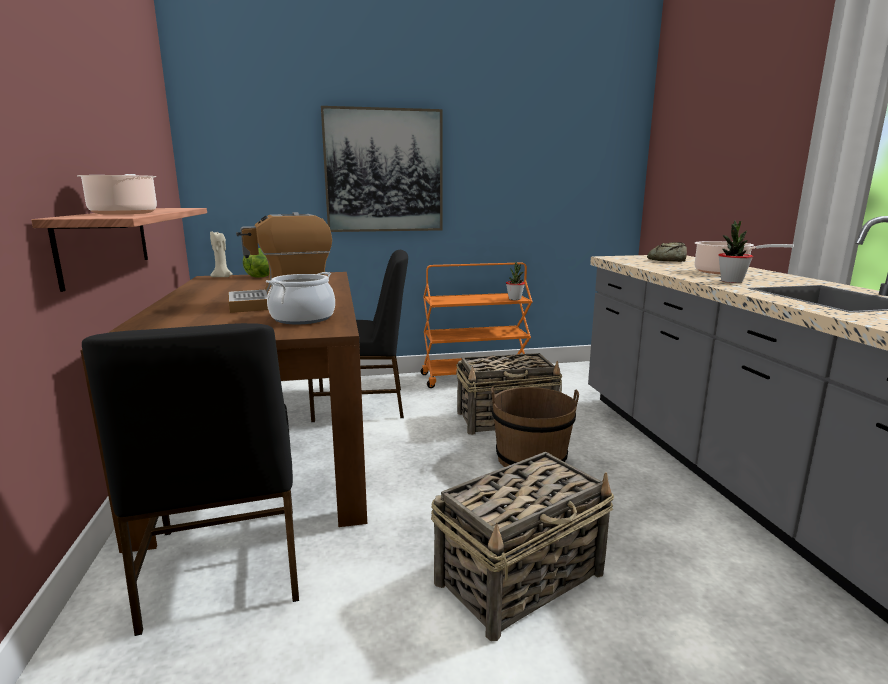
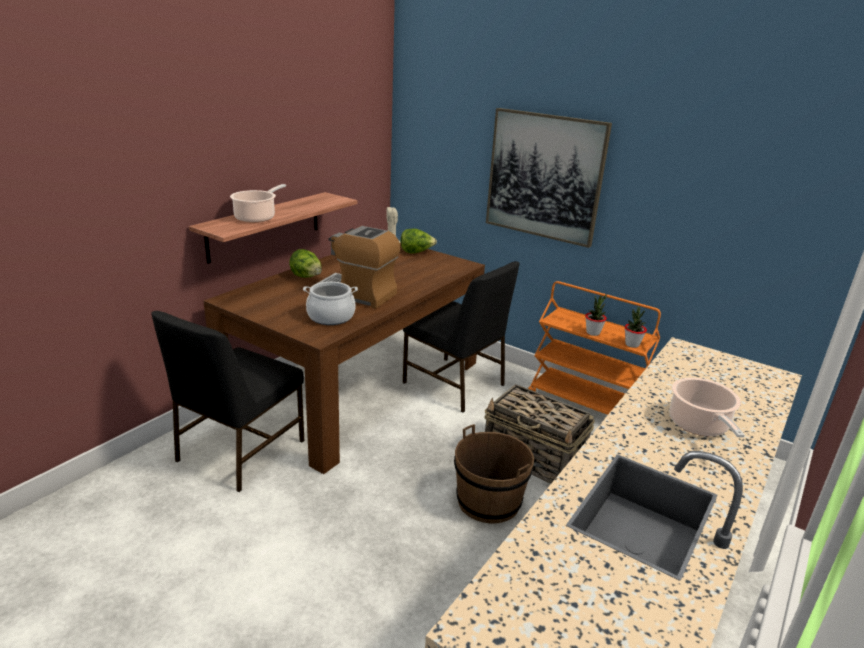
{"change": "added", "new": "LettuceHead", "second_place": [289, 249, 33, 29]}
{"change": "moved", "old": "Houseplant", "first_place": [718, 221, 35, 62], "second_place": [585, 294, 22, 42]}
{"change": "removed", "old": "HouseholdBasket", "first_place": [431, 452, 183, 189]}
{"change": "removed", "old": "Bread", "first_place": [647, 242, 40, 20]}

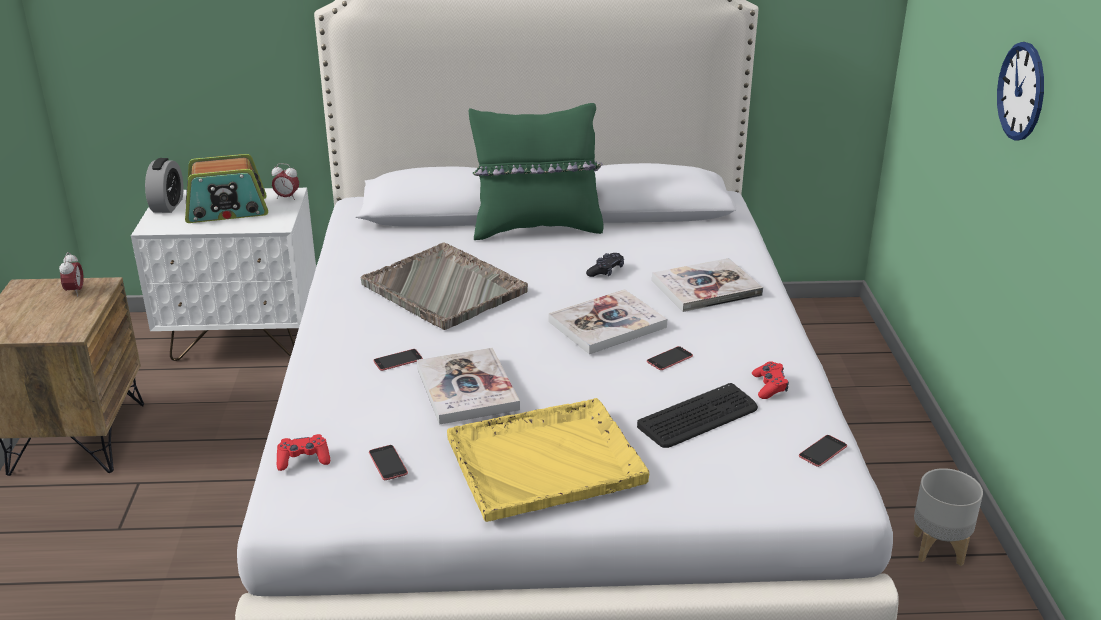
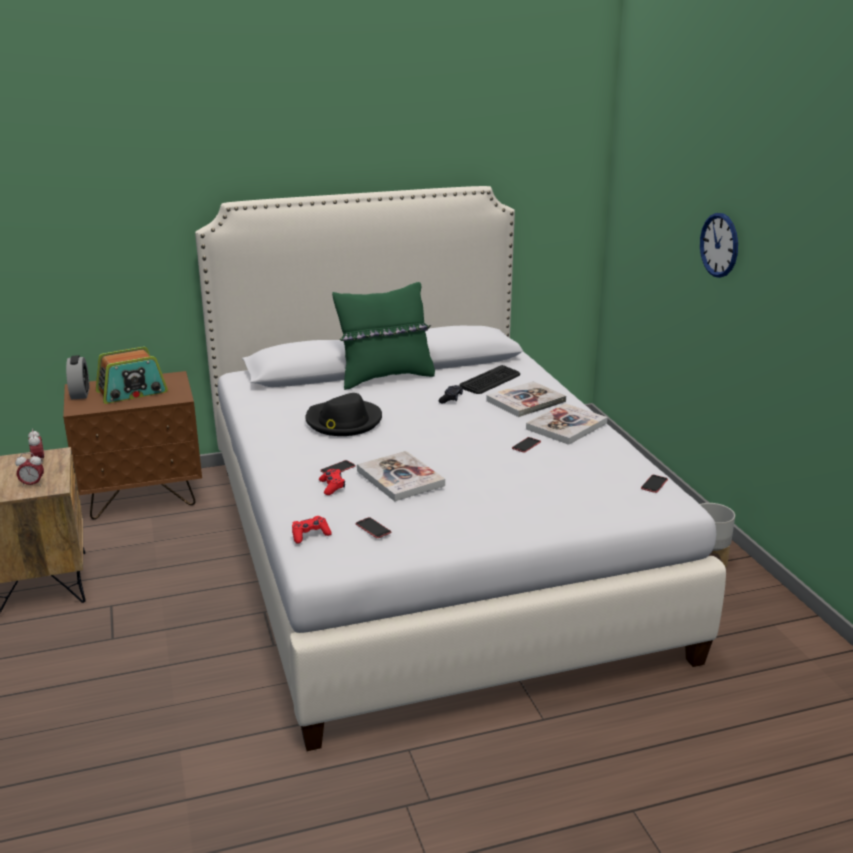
{"change": "moved", "old": "TableClock", "first_place": [272, 163, 27, 37], "second_place": [15, 453, 29, 34]}
{"change": "recoloured", "old": "WhiteBedsideTable", "new": "BrownColouredBedsideTable", "first_place": [131, 188, 185, 173], "second_place": [63, 371, 139, 148]}
{"change": "replaced", "old": "GreyishTray", "new": "BlackishClothingHat", "first_place": [361, 243, 167, 87], "second_place": [305, 393, 77, 43]}
{"change": "moved", "old": "RedGameController", "first_place": [752, 361, 37, 38], "second_place": [319, 469, 26, 26]}
{"change": "moved", "old": "Keyboard", "first_place": [637, 383, 121, 65], "second_place": [460, 365, 60, 29]}
{"change": "moved", "old": "Volume", "first_place": [549, 289, 118, 65], "second_place": [526, 403, 82, 42]}
{"change": "removed", "old": "YellowColouredTray", "first_place": [447, 398, 202, 124]}

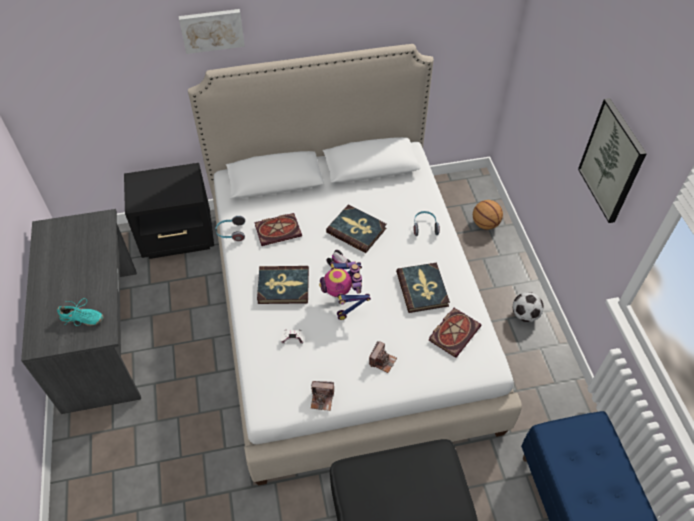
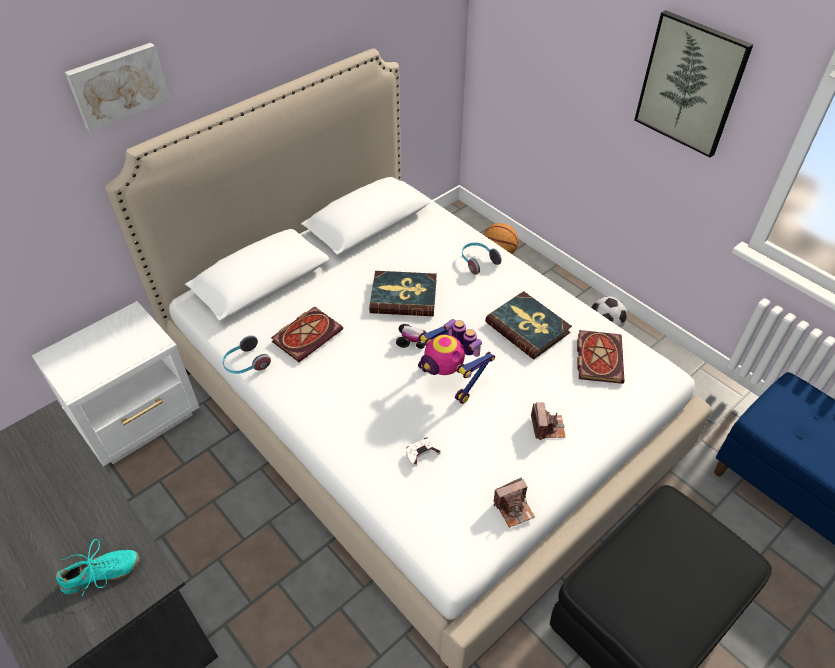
{"change": "recoloured", "old": "BlackishBedsideTable", "new": "WhiteBedsideTable", "first_place": [124, 163, 90, 96], "second_place": [32, 301, 168, 165]}
{"change": "removed", "old": "Volume", "first_place": [257, 266, 52, 38]}

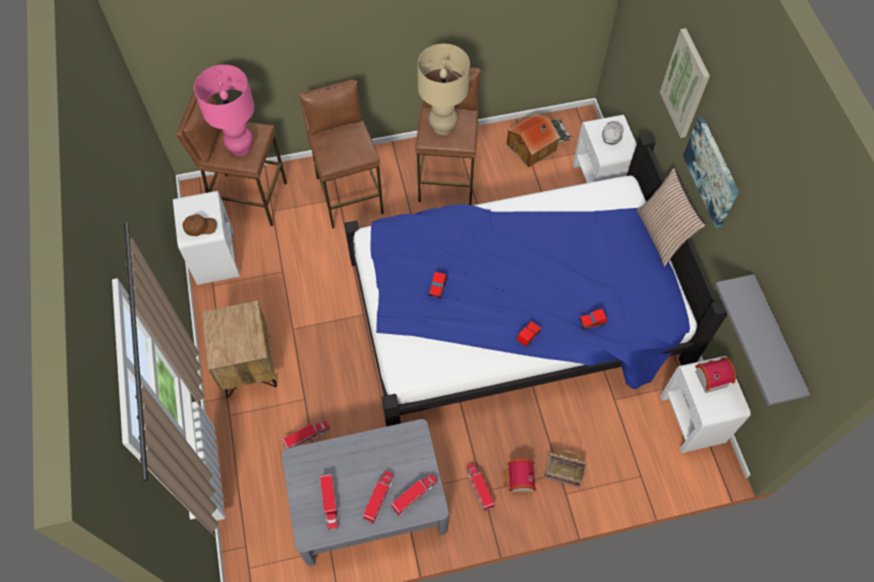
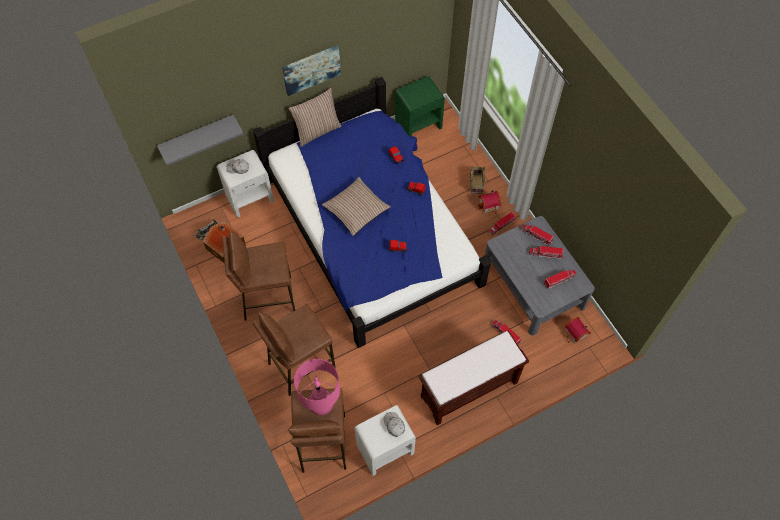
{"change": "moved", "old": "GreyishBracketShelf", "first_place": [715, 274, 95, 132], "second_place": [157, 115, 87, 51]}
{"change": "added", "new": "Cushion", "second_place": [322, 177, 69, 59]}
{"change": "recoloured", "old": "BrownColouredCap", "new": "WhiteCap", "first_place": [183, 214, 34, 22], "second_place": [384, 412, 21, 25]}
{"change": "recoloured", "old": "WhiteBedsideTable", "new": "GreenColouredBedsideTable", "first_place": [660, 356, 91, 97], "second_place": [395, 76, 50, 60]}
{"change": "replaced", "old": "BrownColouredBedsideTable", "new": "BrownColouredLongSeat", "first_place": [201, 300, 76, 97], "second_place": [418, 330, 111, 95]}
{"change": "moved", "old": "MiniatureHouse", "first_place": [695, 357, 41, 36], "second_place": [563, 317, 28, 26]}
{"change": "removed", "old": "BeigeTabletopLamp", "first_place": [417, 44, 53, 91]}
{"change": "removed", "old": "WallArt", "first_place": [660, 28, 50, 110]}

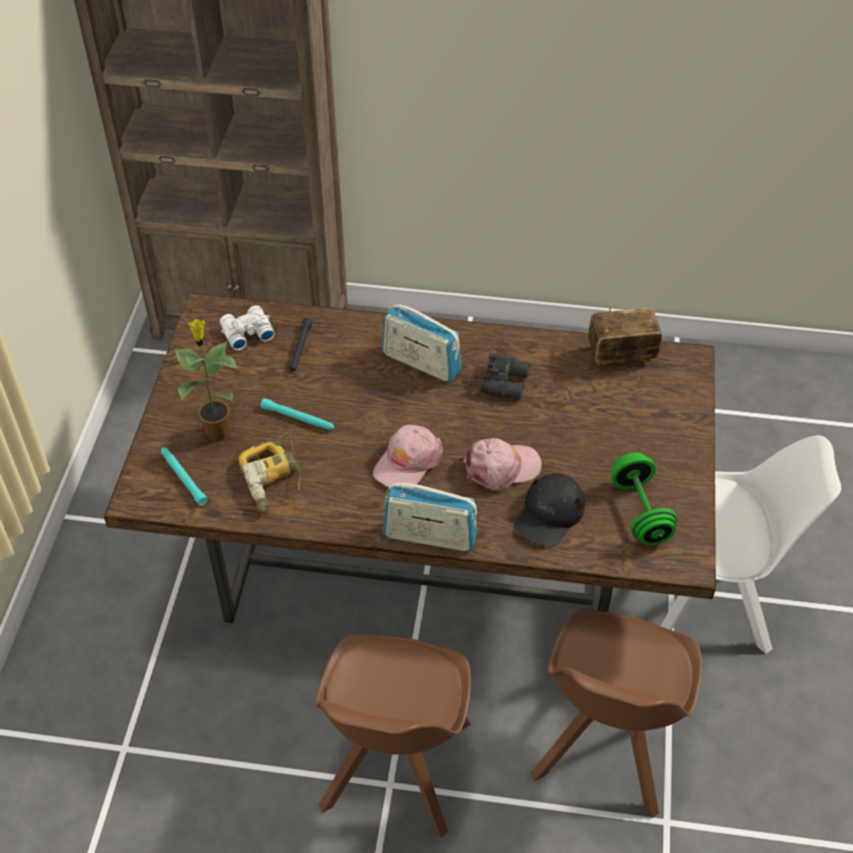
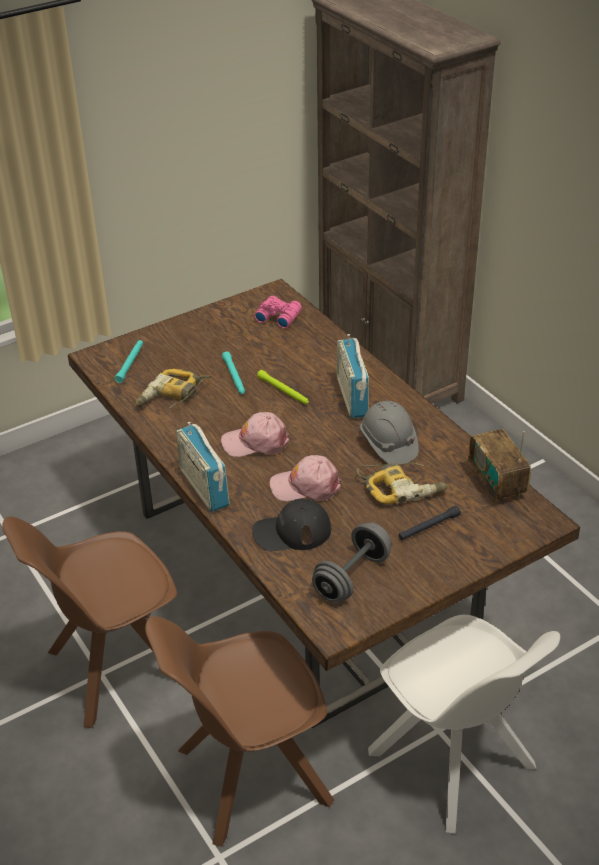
{"change": "recoloured", "old": "WhiteBinoculars", "new": "PinkColouredBinoculars", "first_place": [220, 305, 55, 45], "second_place": [254, 296, 48, 32]}
{"change": "added", "new": "GreenColouredFlashlight", "second_place": [257, 370, 52, 34]}
{"change": "turned", "old": "PinkColouredCap", "first_place": [463, 438, 79, 53], "second_place": [269, 455, 72, 46], "degrees": 150}
{"change": "recoloured", "old": "GreenColouredDumbbell", "new": "GreyishDumbbell", "first_place": [611, 453, 66, 92], "second_place": [312, 523, 79, 79]}
{"change": "added", "new": "ElectricDrill", "second_place": [356, 462, 92, 42]}
{"change": "replaced", "old": "BlackishBinoculars", "new": "GreyishWorkHelmet", "first_place": [481, 353, 49, 47], "second_place": [360, 401, 59, 63]}
{"change": "moved", "old": "BlackishFlashlight", "first_place": [289, 318, 23, 53], "second_place": [399, 505, 62, 35]}
{"change": "turned", "old": "Radio", "first_place": [588, 303, 74, 64], "second_place": [468, 429, 63, 75], "degrees": -150}
{"change": "removed", "old": "Houseplant", "first_place": [175, 319, 62, 122]}

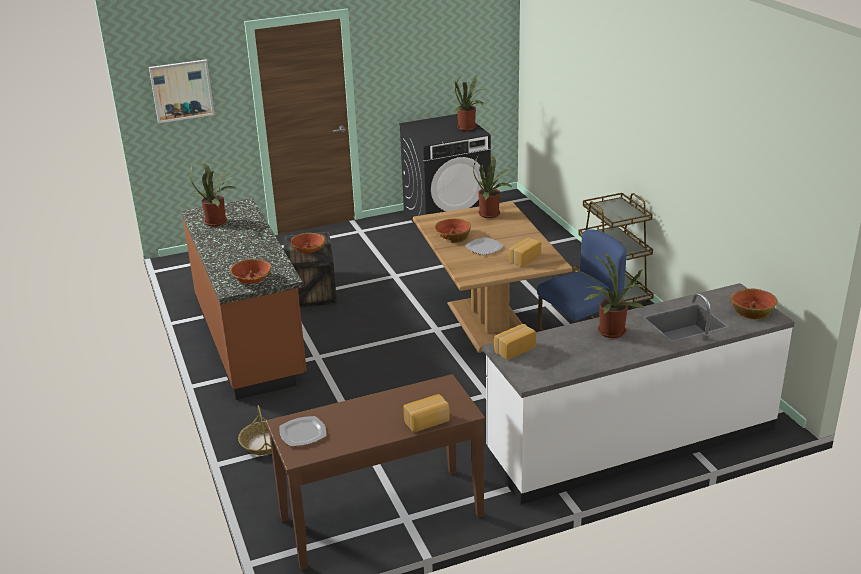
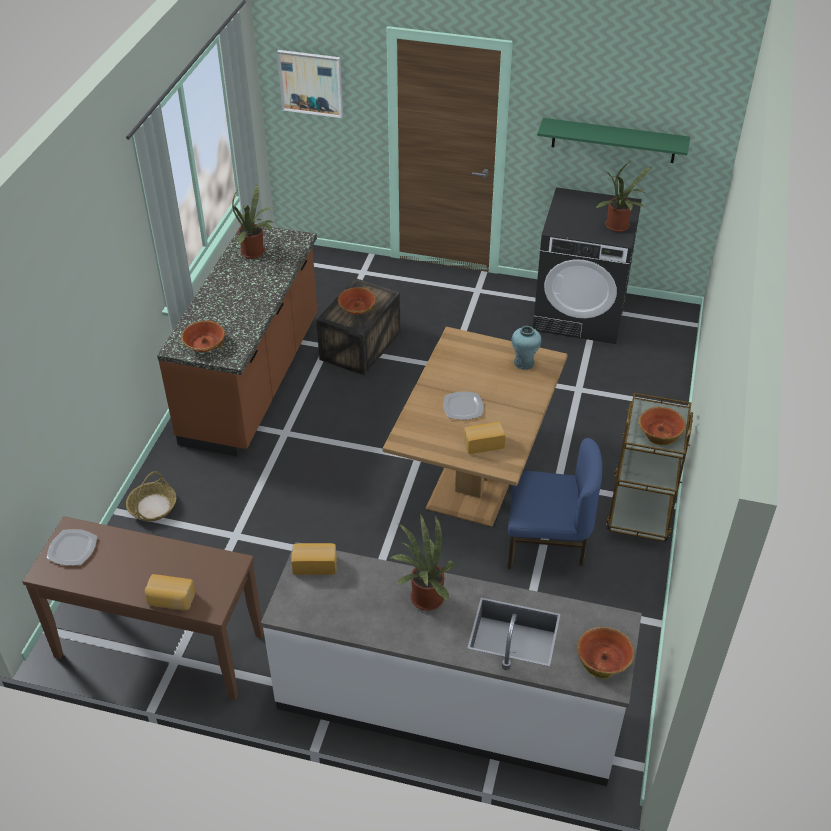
{"change": "replaced", "old": "Houseplant", "new": "TurquoiseColouredFlowerVase", "first_place": [473, 154, 40, 64], "second_place": [512, 326, 29, 44]}
{"change": "added", "new": "GreenColouredBracketShelf", "second_place": [537, 118, 153, 45]}
{"change": "moved", "old": "Bowl", "first_place": [434, 218, 37, 25], "second_place": [638, 407, 48, 39]}

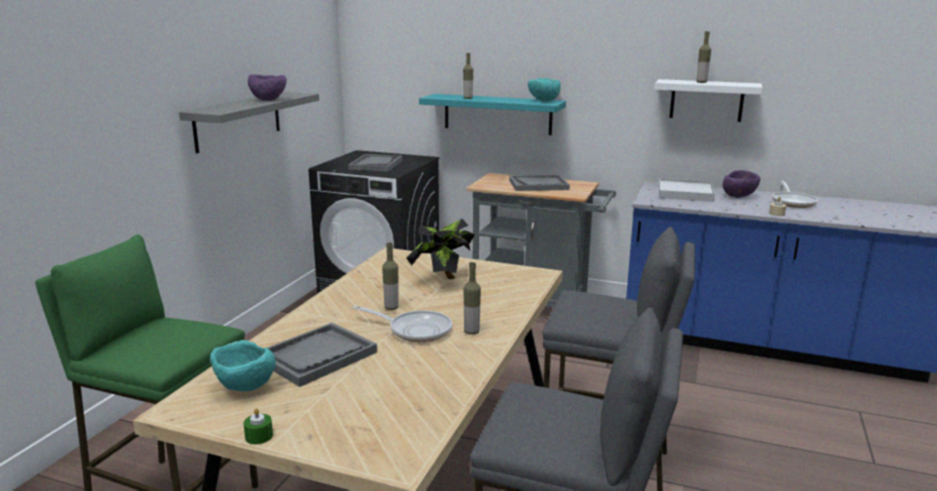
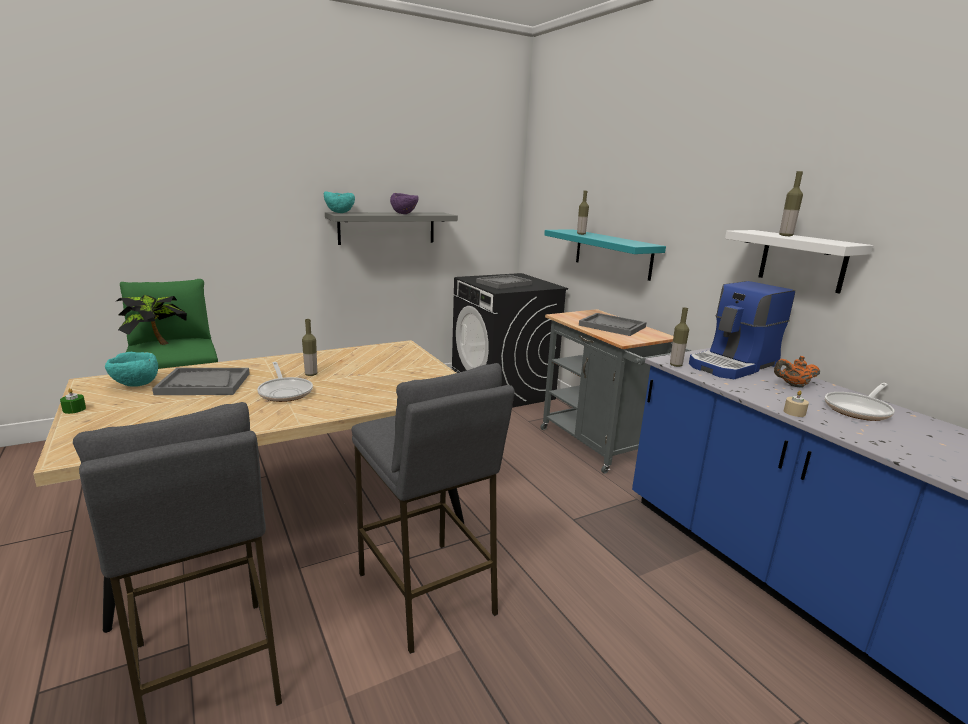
{"change": "moved", "old": "Houseplant", "first_place": [406, 219, 72, 60], "second_place": [117, 295, 70, 50]}
{"change": "moved", "old": "TurquoiseColouredBowl", "first_place": [528, 78, 33, 23], "second_place": [324, 192, 31, 21]}
{"change": "moved", "old": "Bottle", "first_place": [464, 262, 17, 73], "second_place": [670, 308, 19, 59]}
{"change": "replaced", "old": "WhiteTray", "new": "CoffeeBrewer", "first_place": [659, 178, 56, 24], "second_place": [689, 281, 106, 98]}
{"change": "replaced", "old": "PurpleBowl", "new": "OrangeyTeaPot", "first_place": [722, 170, 38, 28], "second_place": [774, 356, 46, 32]}

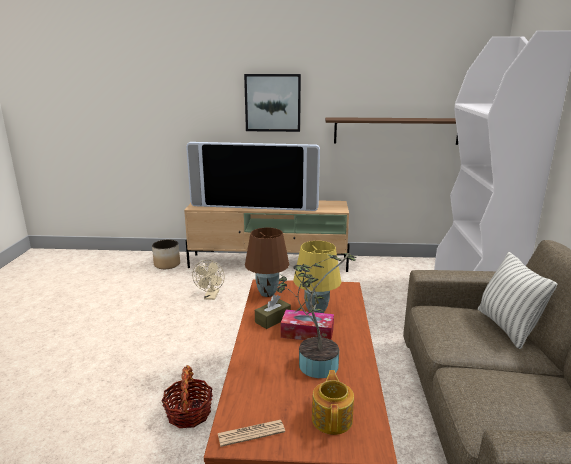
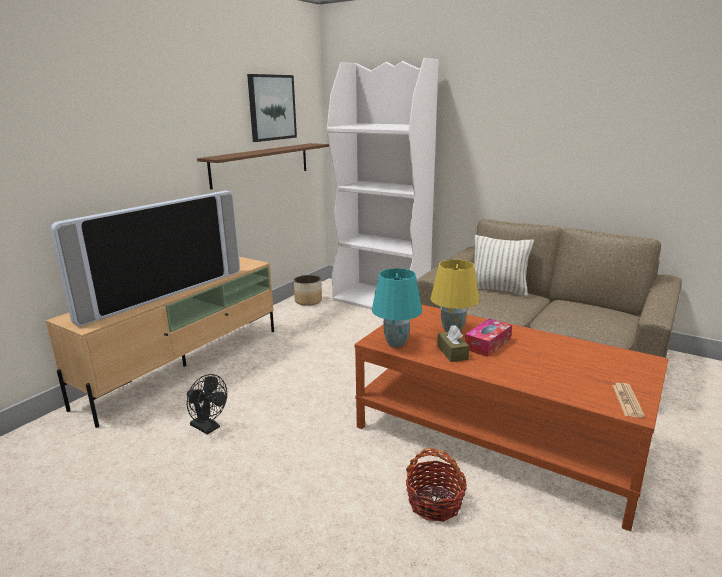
{"change": "recoloured", "old": "BeigeElectricFan", "new": "BlackishElectricFan", "first_place": [192, 260, 33, 40], "second_place": [187, 374, 40, 61]}
{"change": "moved", "old": "WallArt", "first_place": [244, 74, 57, 58], "second_place": [247, 74, 50, 68]}
{"change": "moved", "old": "PlantPot", "first_place": [152, 240, 28, 29], "second_place": [294, 275, 28, 31]}
{"change": "recoloured", "old": "BrownColouredTabletopLamp", "new": "TurquoiseColouredTabletopLamp", "first_place": [245, 228, 44, 69], "second_place": [372, 268, 50, 79]}
{"change": "removed", "old": "Houseplant", "first_place": [277, 253, 80, 125]}
{"change": "removed", "old": "TeaPot", "first_place": [312, 370, 42, 65]}

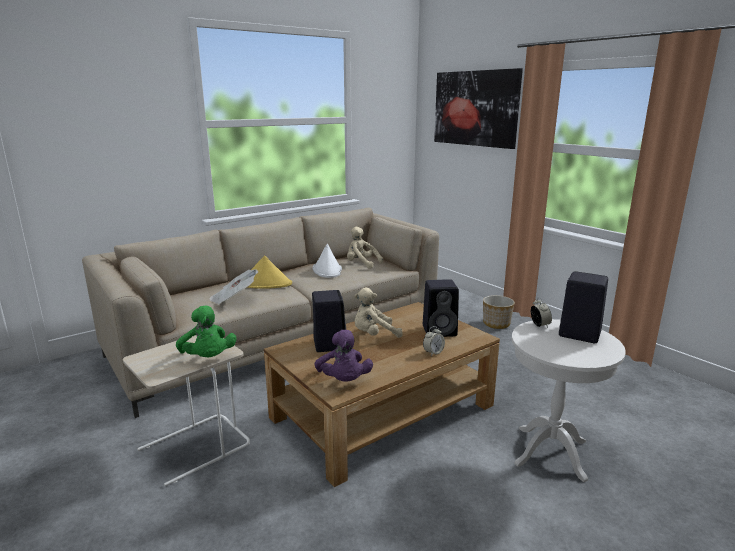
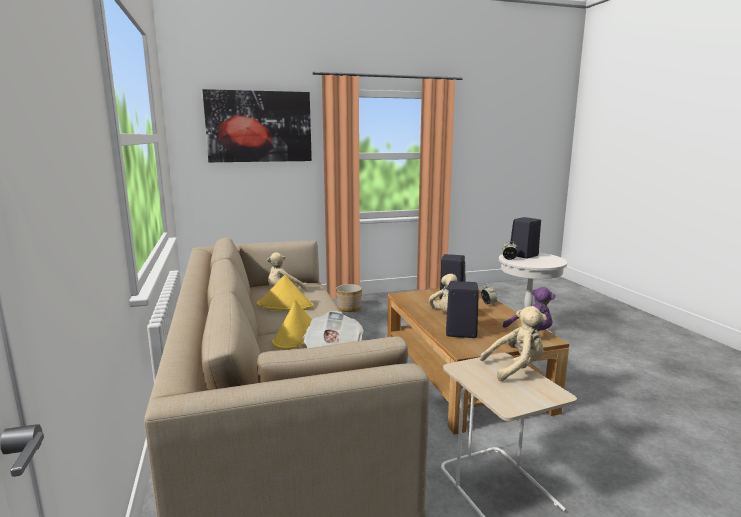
{"change": "recoloured", "old": "WhiteClothingHat", "new": "YellowColouredClothingHat", "first_place": [313, 244, 29, 34], "second_place": [257, 275, 57, 36]}
{"change": "recoloured", "old": "GreenColouredSoftToy", "new": "BeigeSoftToy", "first_place": [176, 306, 61, 52], "second_place": [480, 306, 67, 75]}

